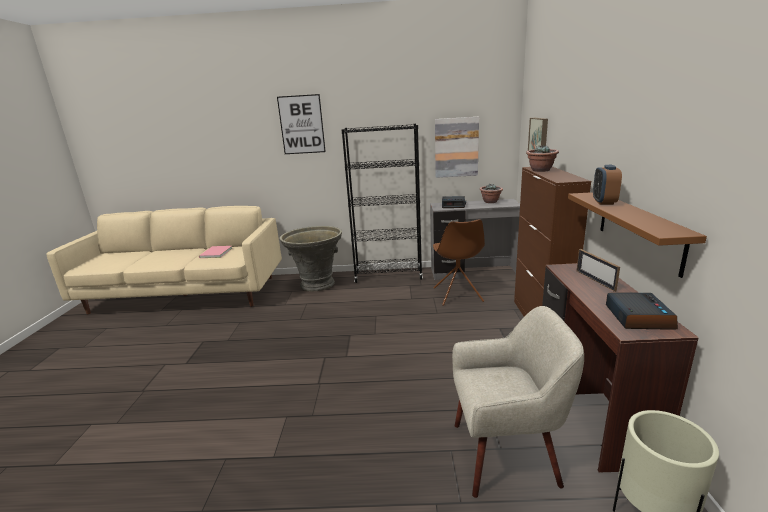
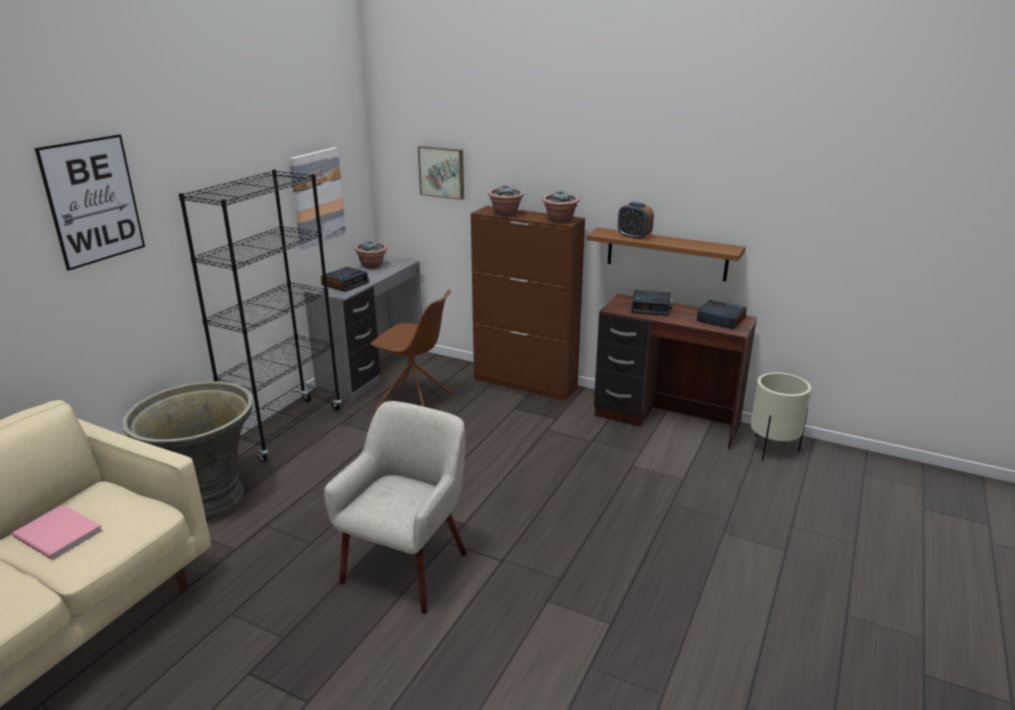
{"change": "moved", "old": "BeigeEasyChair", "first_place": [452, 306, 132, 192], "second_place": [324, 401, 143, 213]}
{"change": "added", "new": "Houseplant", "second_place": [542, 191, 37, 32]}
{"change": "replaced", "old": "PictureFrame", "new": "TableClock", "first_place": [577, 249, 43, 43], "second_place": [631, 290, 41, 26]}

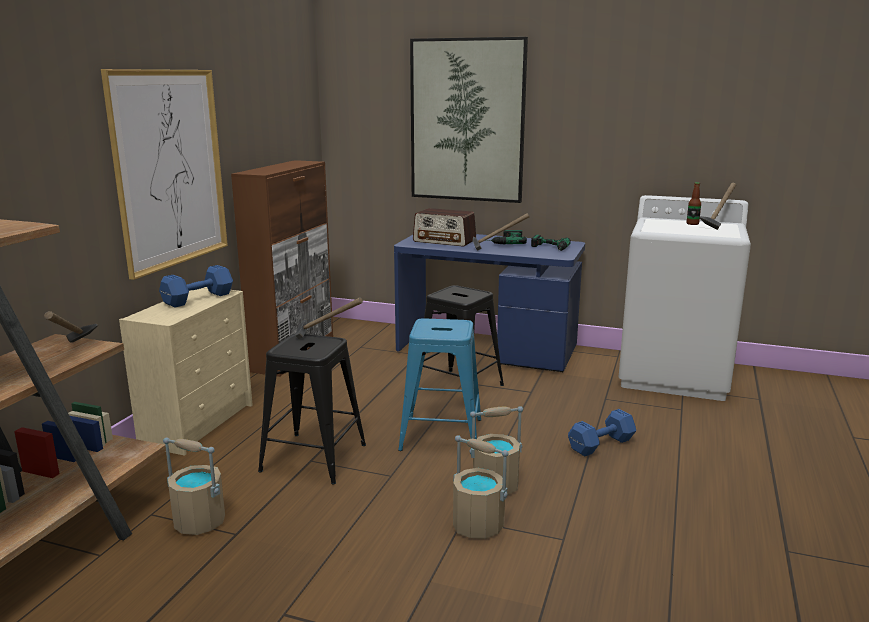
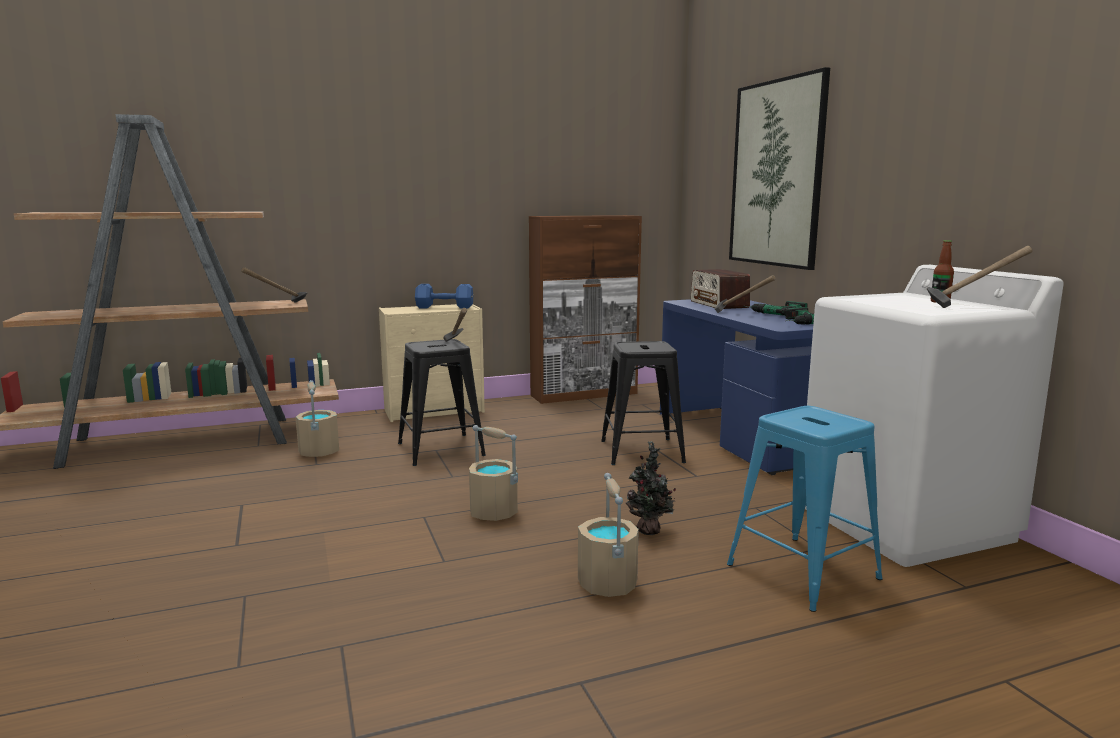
{"change": "moved", "old": "BeigePail", "first_place": [453, 435, 56, 104], "second_place": [578, 473, 61, 124]}
{"change": "replaced", "old": "BlueColouredDumbbell", "new": "Houseplant", "first_place": [568, 409, 68, 47], "second_place": [626, 441, 50, 94]}
{"change": "moved", "old": "BlueColouredStool", "first_place": [398, 318, 83, 133], "second_place": [727, 406, 156, 206]}
{"change": "removed", "old": "WallArt", "first_place": [101, 69, 127, 211]}

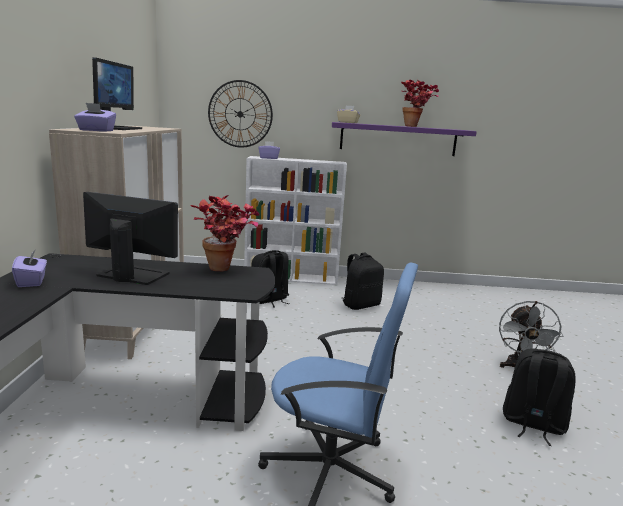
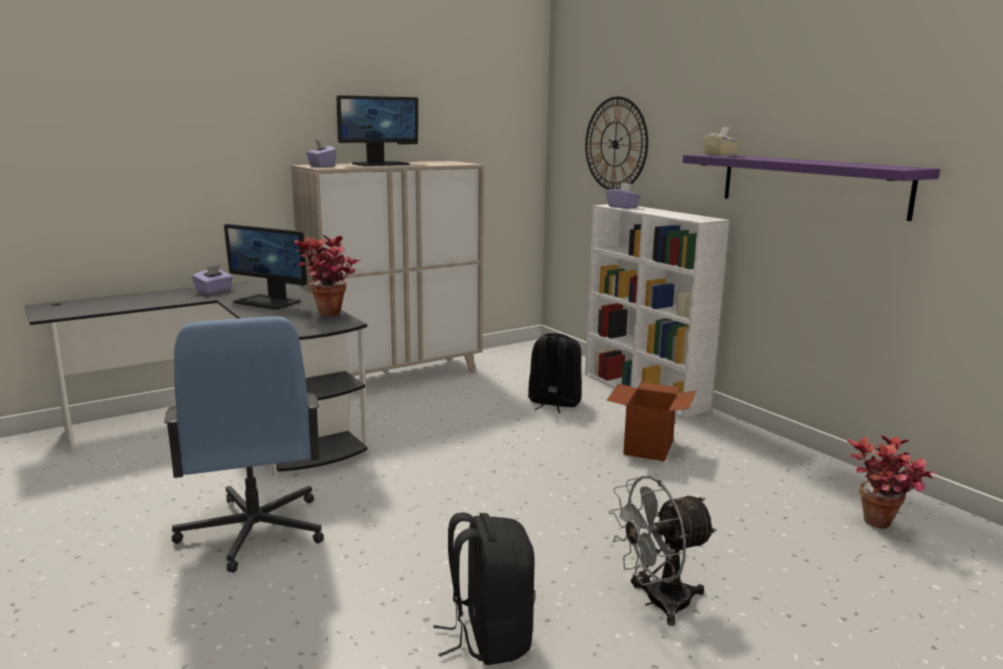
{"change": "turned", "old": "Monitor", "first_place": [83, 192, 95, 93], "second_place": [224, 224, 83, 86], "degrees": 135}
{"change": "replaced", "old": "BlackishKnapsack", "new": "Carton", "first_place": [343, 253, 41, 57], "second_place": [607, 382, 89, 80]}
{"change": "moved", "old": "Houseplant", "first_place": [401, 80, 38, 47], "second_place": [846, 435, 91, 94]}

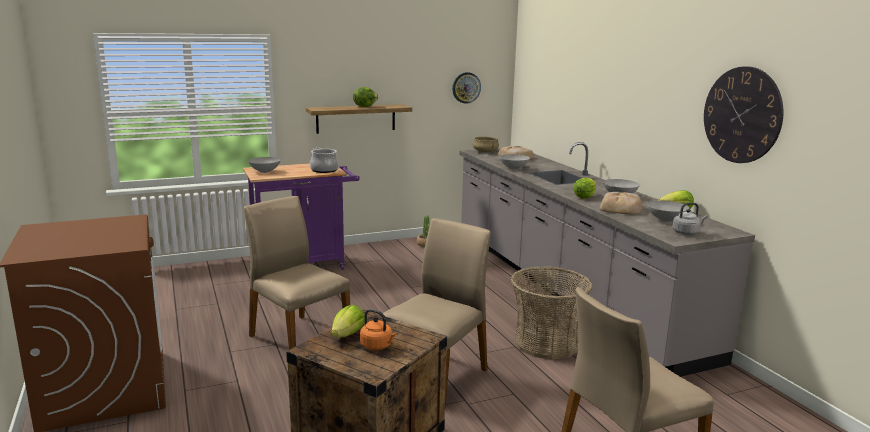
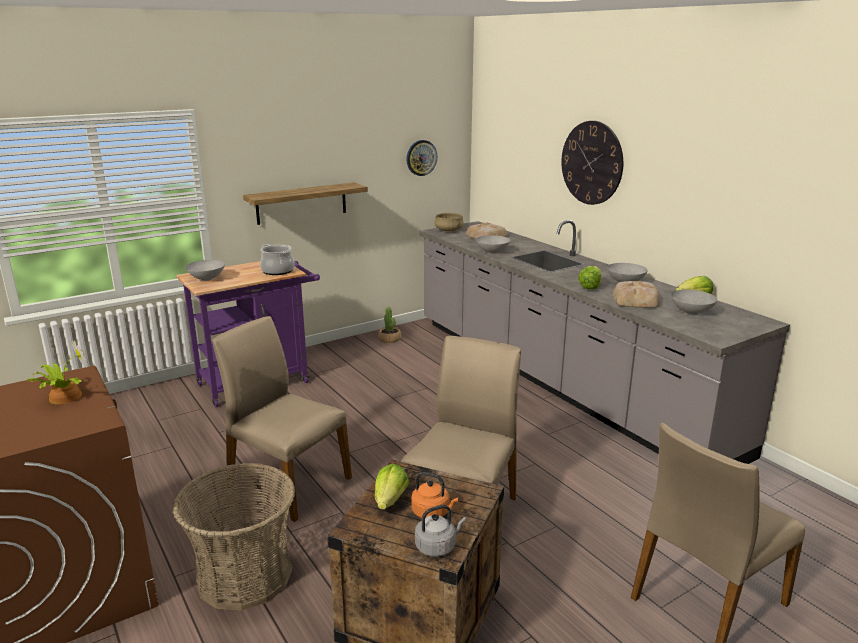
{"change": "added", "new": "Houseplant", "second_place": [27, 340, 60, 64]}
{"change": "moved", "old": "HouseholdBasket", "first_place": [510, 266, 83, 94], "second_place": [172, 463, 123, 147]}
{"change": "moved", "old": "GreyishWaterKettle", "first_place": [673, 202, 34, 33], "second_place": [415, 505, 51, 52]}
{"change": "moved", "old": "HangingClock", "first_place": [704, 66, 79, 97], "second_place": [561, 121, 62, 84]}
{"change": "removed", "old": "LettuceHead", "first_place": [353, 87, 25, 20]}

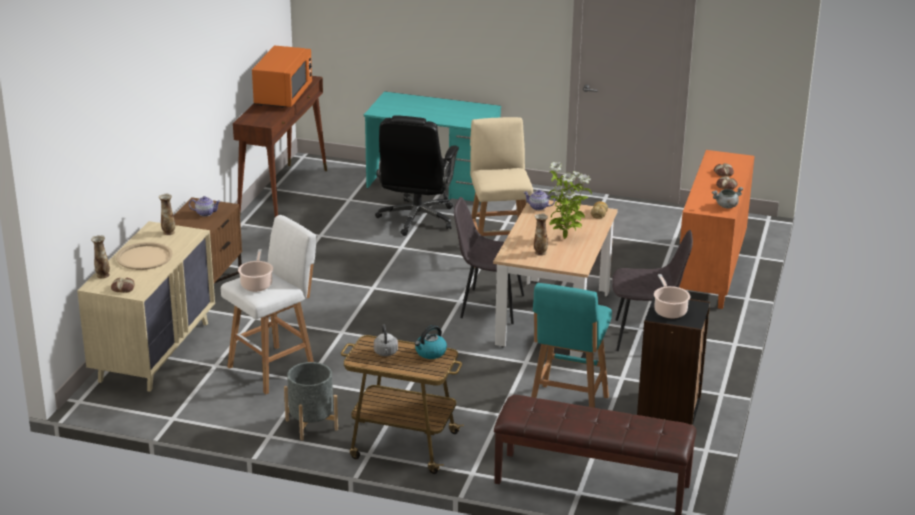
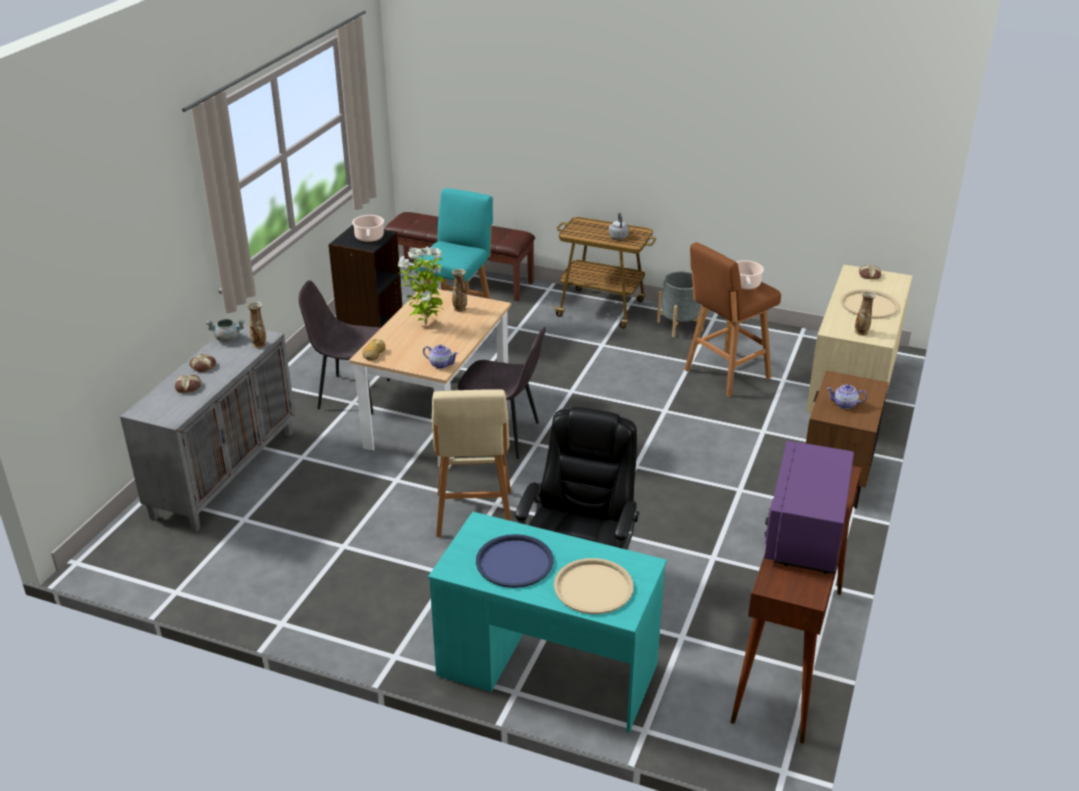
{"change": "recoloured", "old": "OrangeyCabinet", "new": "GreyishCabinet", "first_place": [679, 150, 76, 159], "second_place": [120, 324, 175, 208]}
{"change": "moved", "old": "FlowerVase", "first_place": [91, 235, 19, 43], "second_place": [247, 302, 19, 46]}
{"change": "added", "new": "BlueColouredTray", "second_place": [476, 534, 77, 54]}
{"change": "added", "new": "BeigeTray", "second_place": [554, 558, 80, 56]}
{"change": "recoloured", "old": "WhiteStool", "new": "BrownColouredStool", "first_place": [221, 215, 96, 179], "second_place": [684, 242, 97, 155]}
{"change": "recoloured", "old": "OrangeyKitchenMicrowave", "new": "PurpleKitchenMicrowave", "first_place": [252, 45, 60, 63], "second_place": [764, 441, 90, 133]}
{"change": "removed", "old": "WaterKettle", "first_place": [415, 325, 32, 34]}

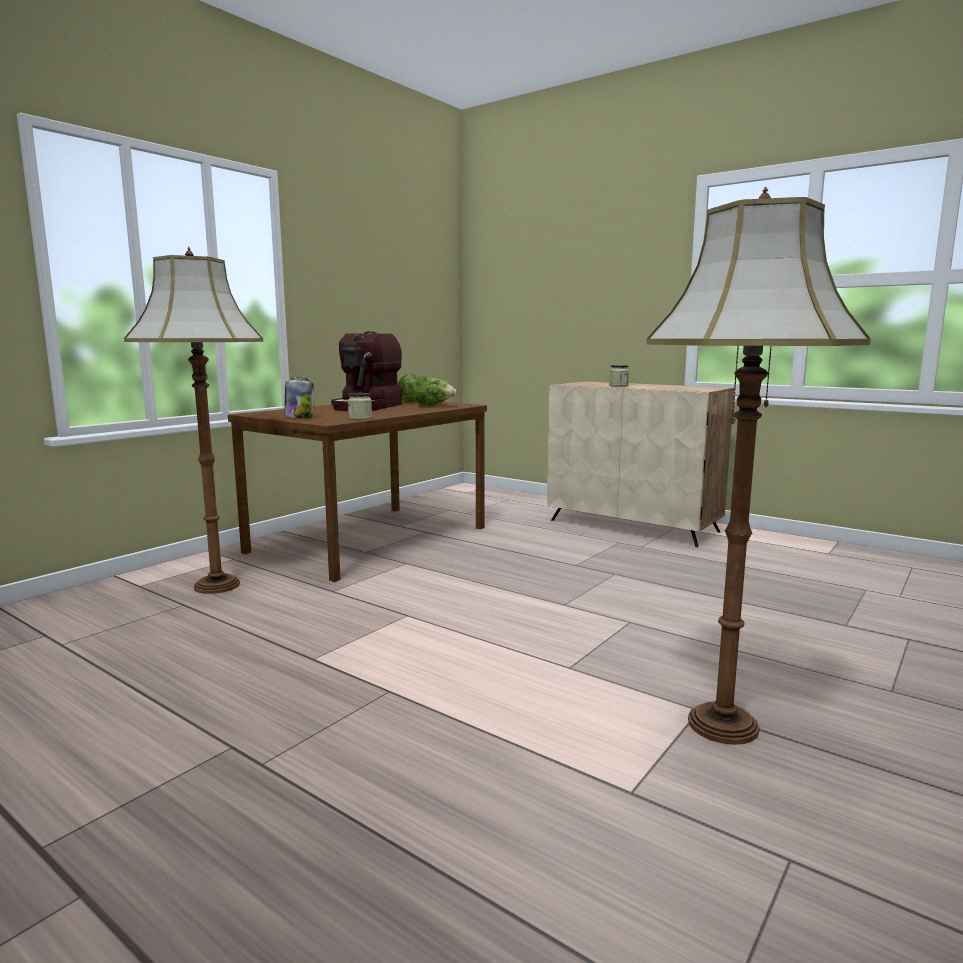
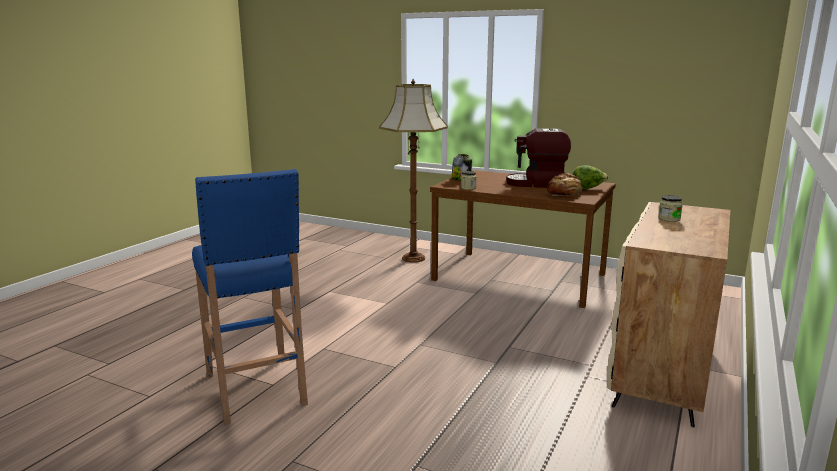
{"change": "replaced", "old": "StandingLamp", "new": "BlueColouredStool", "first_place": [646, 186, 225, 559], "second_place": [192, 169, 116, 257]}
{"change": "replaced", "old": "LettuceHead", "new": "Bread", "first_place": [413, 376, 44, 30], "second_place": [547, 173, 35, 23]}

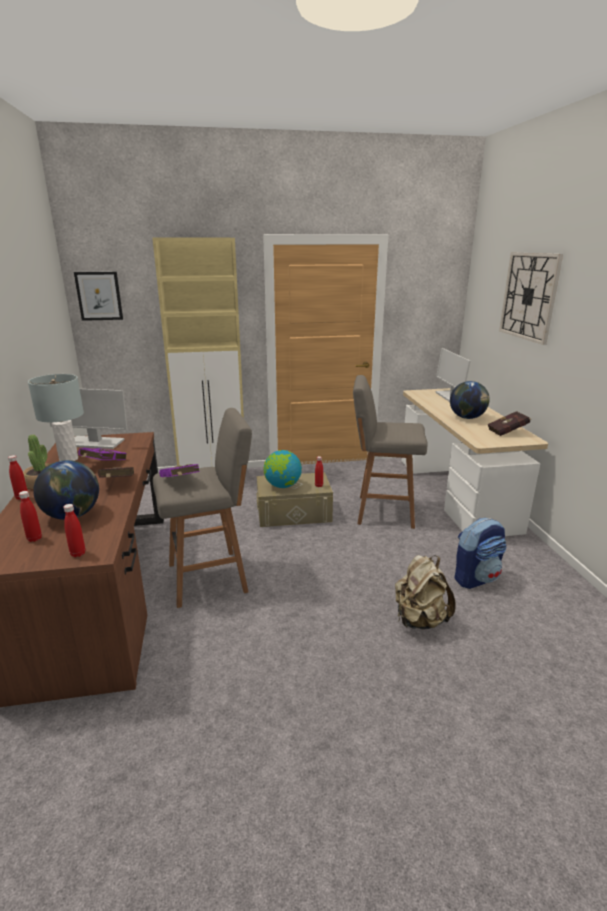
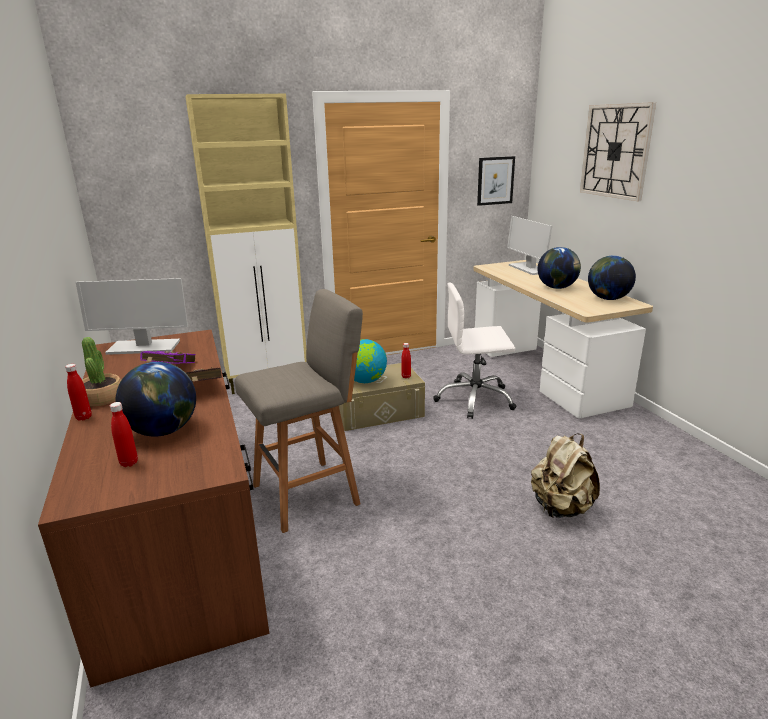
{"change": "replaced", "old": "GreyishStool", "new": "WhiteComputerChair", "first_place": [353, 375, 75, 154], "second_place": [433, 282, 84, 137]}
{"change": "moved", "old": "WallArt", "first_place": [74, 272, 49, 49], "second_place": [477, 156, 38, 50]}
{"change": "replaced", "old": "RedVolume", "new": "WorldGlobe", "first_place": [487, 411, 44, 25], "second_place": [588, 255, 48, 45]}
{"change": "removed", "old": "GreyishTabletopLamp", "first_place": [28, 374, 56, 87]}
{"change": "removed", "old": "RedBottle", "first_place": [63, 504, 22, 53]}
{"change": "removed", "old": "PurpleVolume", "first_place": [159, 464, 41, 13]}
{"change": "removed", "old": "Knapsack", "first_place": [454, 518, 53, 71]}

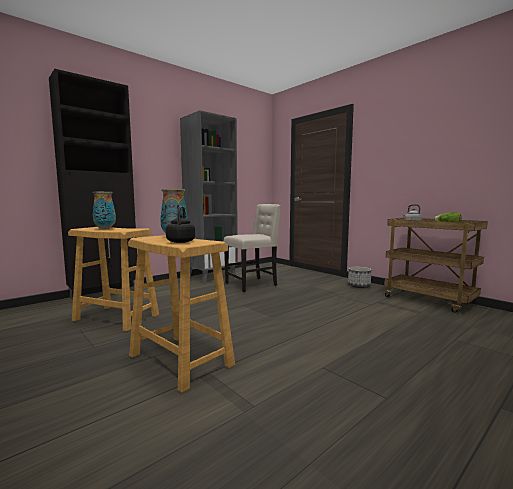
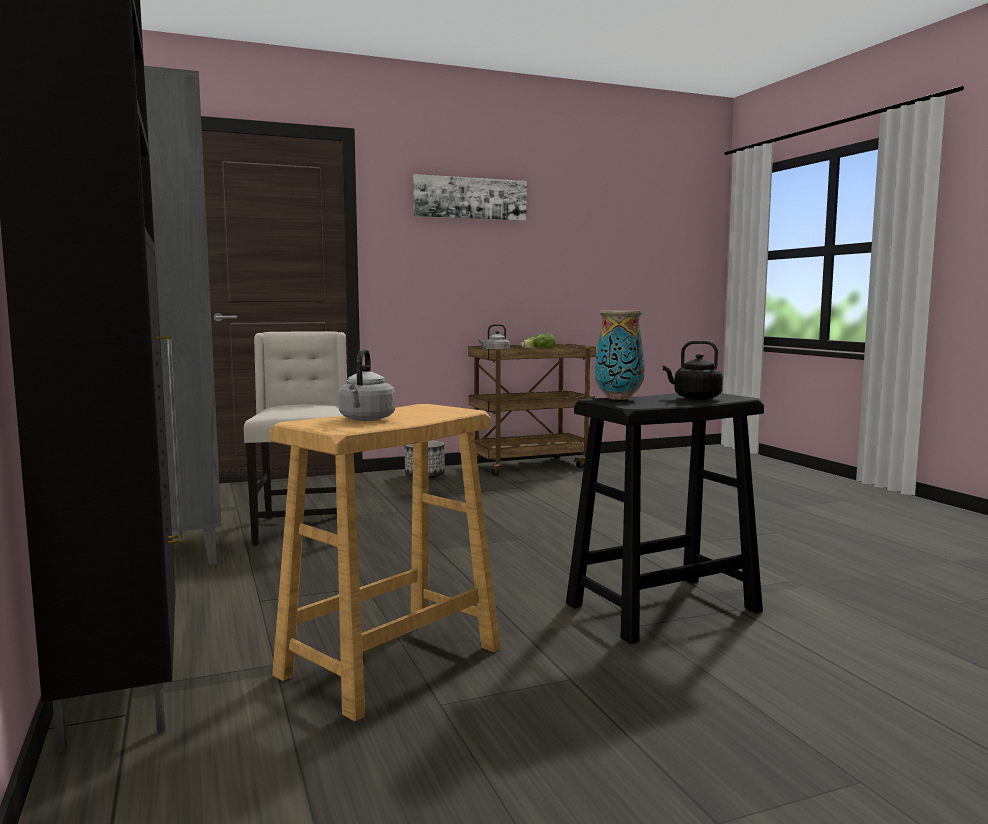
{"change": "replaced", "old": "FlowerVase", "new": "GreyishWaterKettle", "first_place": [93, 192, 23, 37], "second_place": [338, 349, 57, 72]}
{"change": "added", "new": "WallArt", "second_place": [413, 174, 114, 47]}
{"change": "recoloured", "old": "BeigeStool", "new": "BlackishStool", "first_place": [128, 235, 107, 158], "second_place": [566, 393, 198, 251]}

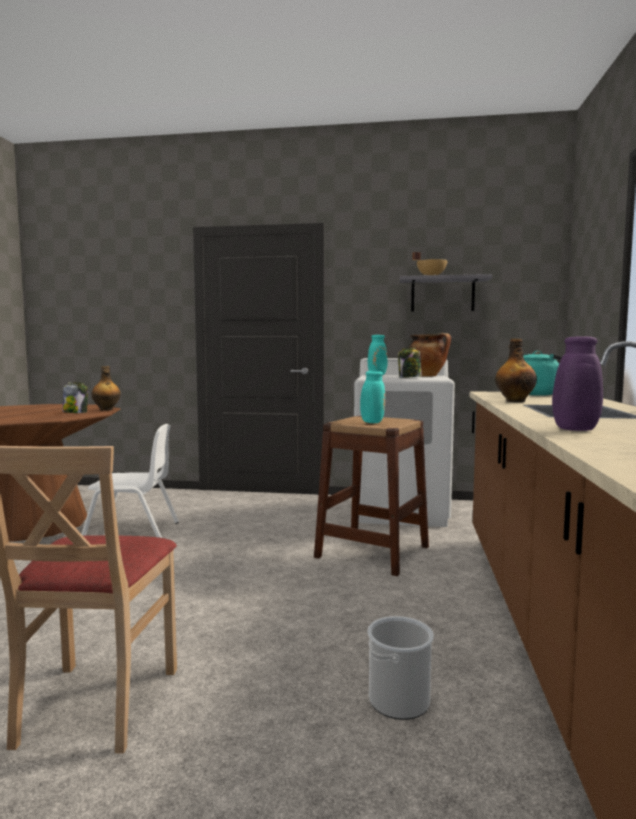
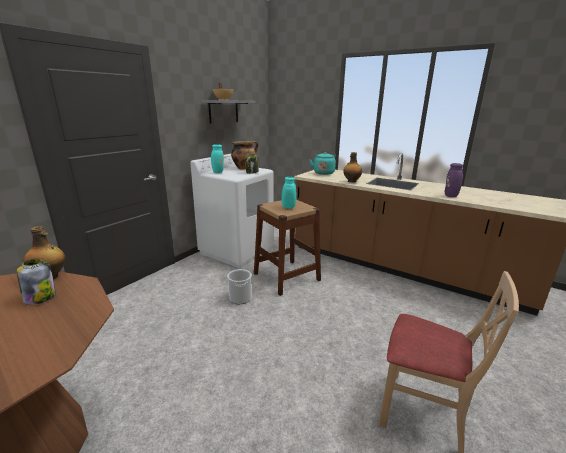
{"change": "moved", "old": "Pail", "first_place": [368, 616, 66, 104], "second_place": [227, 269, 25, 35]}
{"change": "removed", "old": "WhiteChair", "first_place": [82, 424, 97, 114]}

